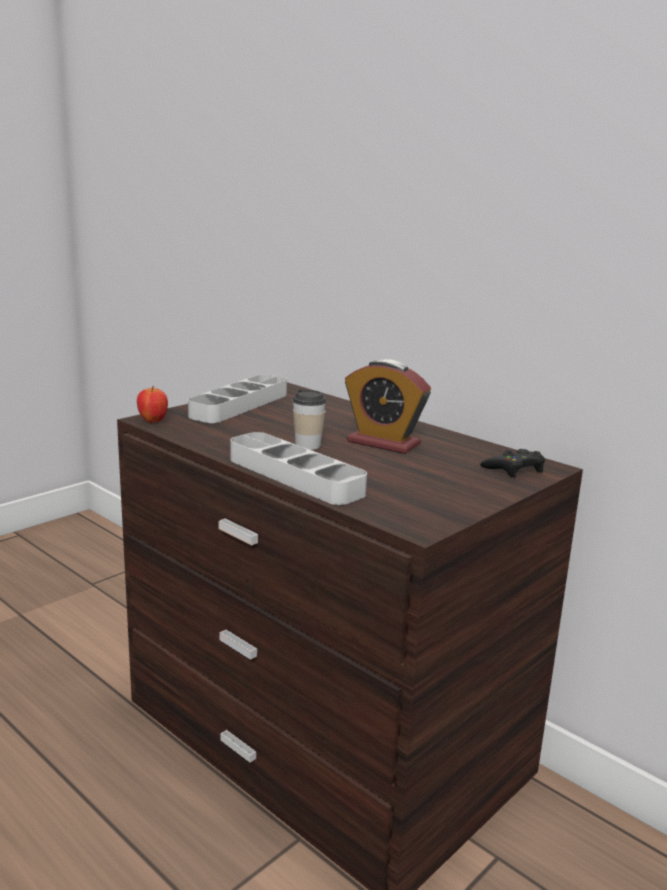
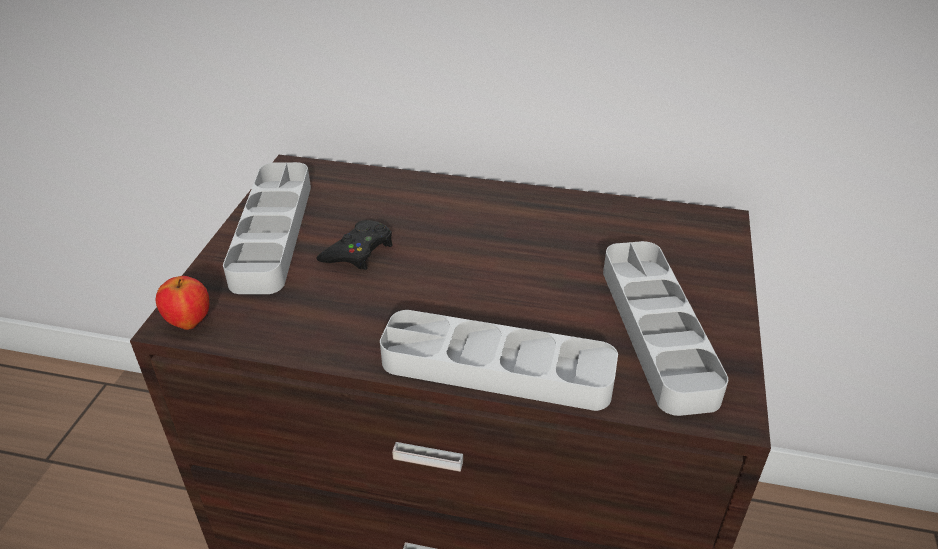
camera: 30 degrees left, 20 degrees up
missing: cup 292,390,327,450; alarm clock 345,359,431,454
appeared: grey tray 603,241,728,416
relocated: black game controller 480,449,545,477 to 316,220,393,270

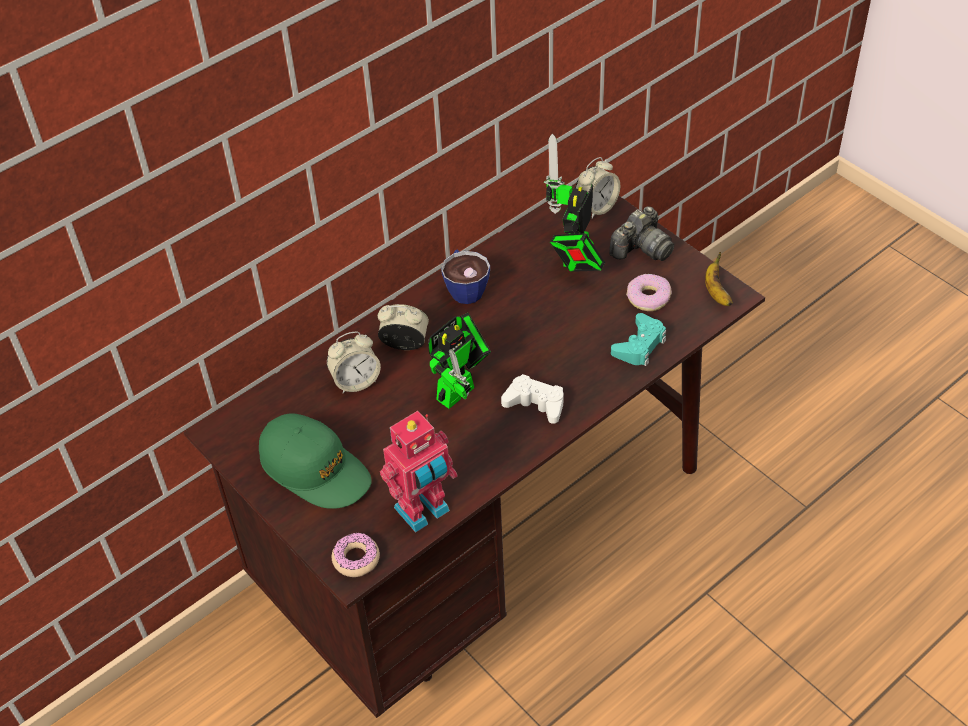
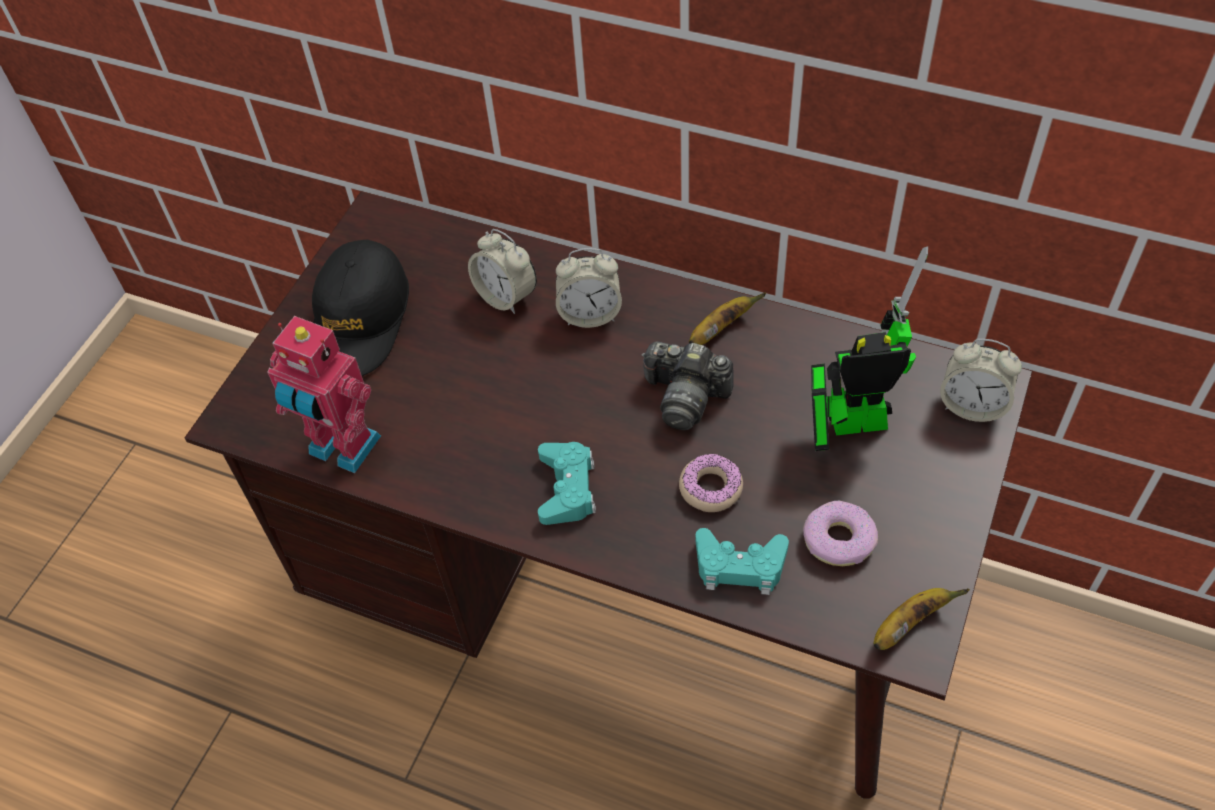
camera: 65 degrees right, 5 degrees up
missing: toy robot 428,313,491,409
relocated: donut 332,532,380,577 to 679,453,743,512; photo camera 609,206,674,261 to 641,341,734,430
exchanged: cup 441,250,490,304 to banana 689,292,766,345
colour: green cap 259,413,372,509 to black cap 312,240,409,376; white game controller 501,374,563,424 to turquoise game controller 538,442,596,525
spun: alarm clock 378,304,429,350 = 556,248,622,328 105 degrees clockwise

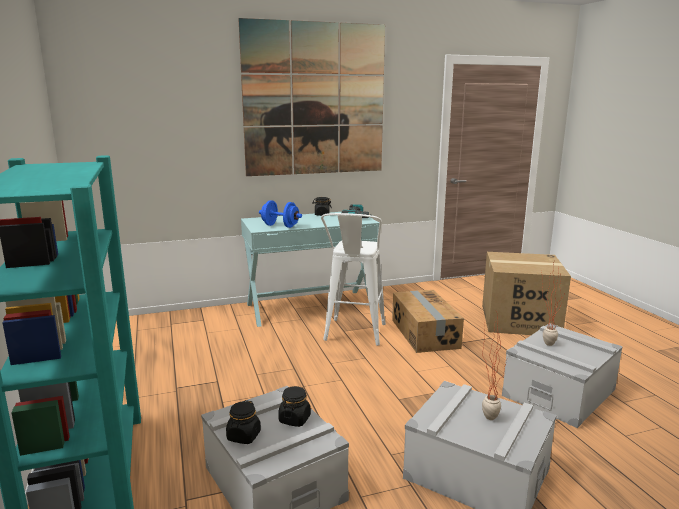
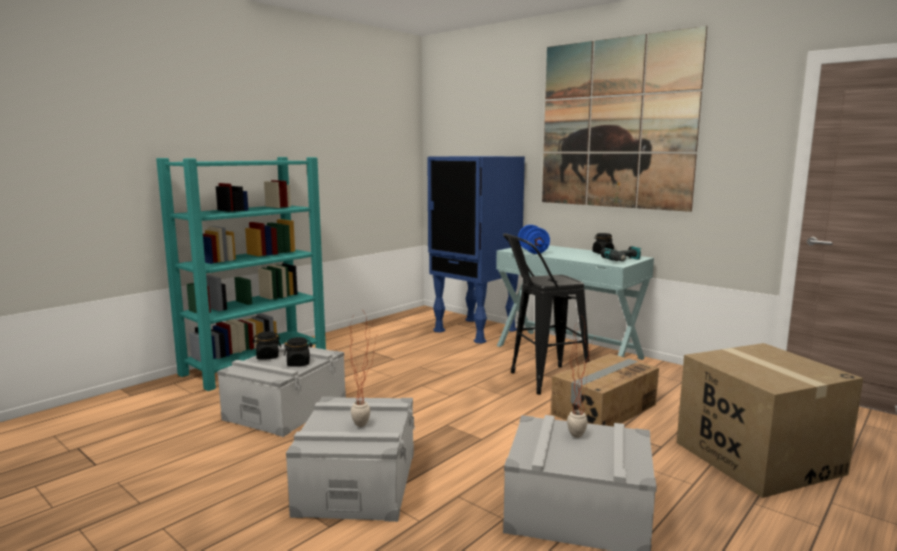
camera: 60 degrees right, 5 degrees down
appeared: blue cabinet 427,156,525,343
colour: white stool 321,213,386,346 to black stool 503,233,589,395

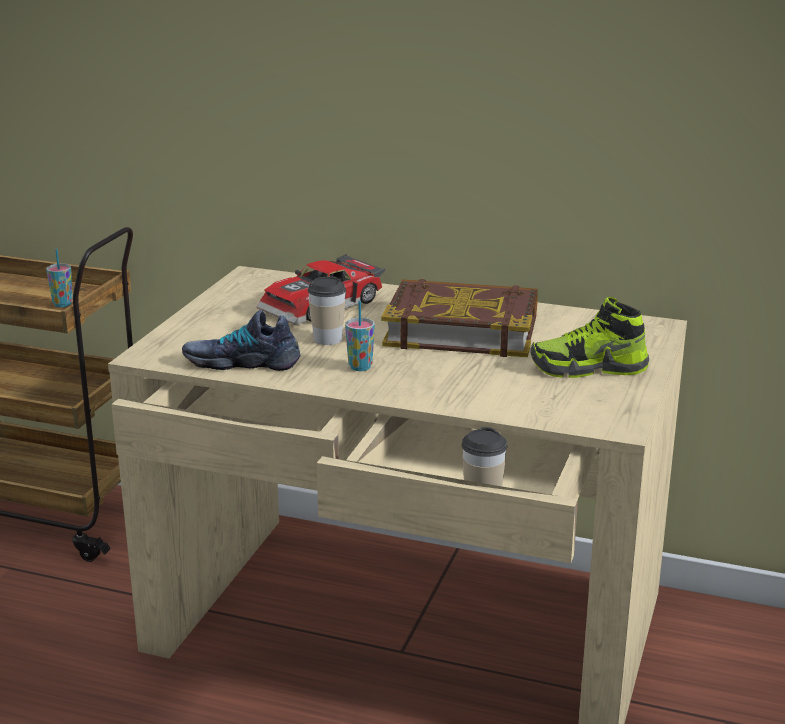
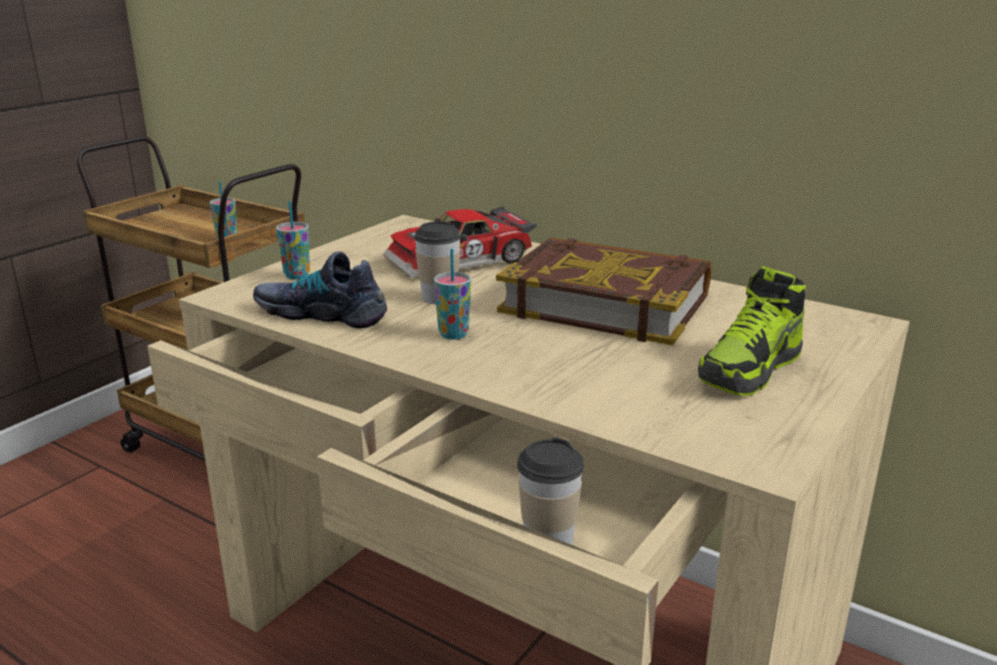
camera: 15 degrees right, 0 degrees up
appeared: cup 276,201,310,280
spun: shoe 530,297,649,378 = 698,266,806,396 60 degrees counterclockwise

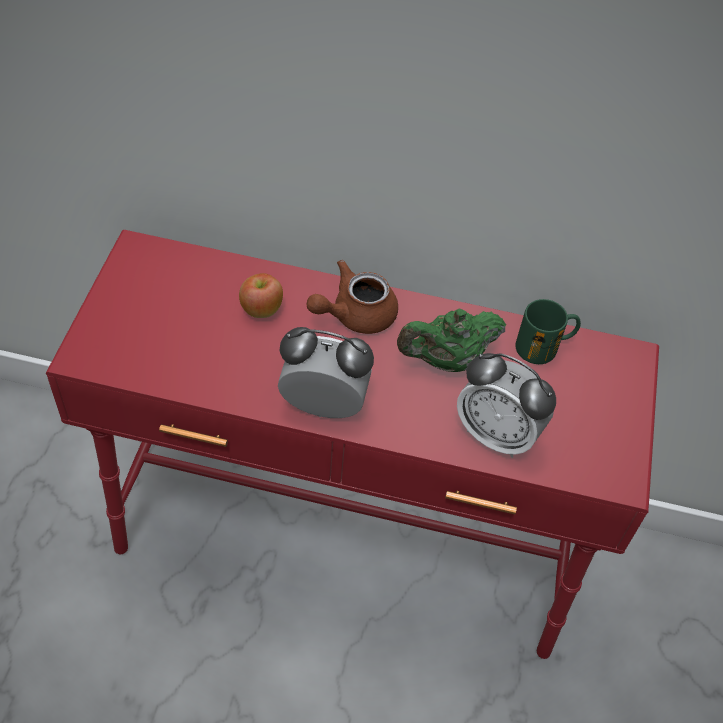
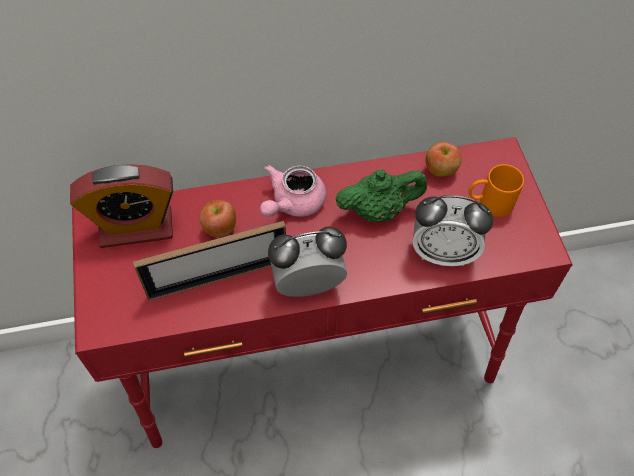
camera: 20 degrees left, 5 degrees up
appeared: alarm clock 70,164,173,248; picture frame 133,221,286,301; orange mug 468,164,524,217
exchanged: green mug 516,299,581,364 to apple 425,142,461,177
colour: brown teapot 306,260,398,334 to pink teapot 260,165,326,217
spun: green teapot 397,308,506,372 = 335,169,427,222 150 degrees counterclockwise

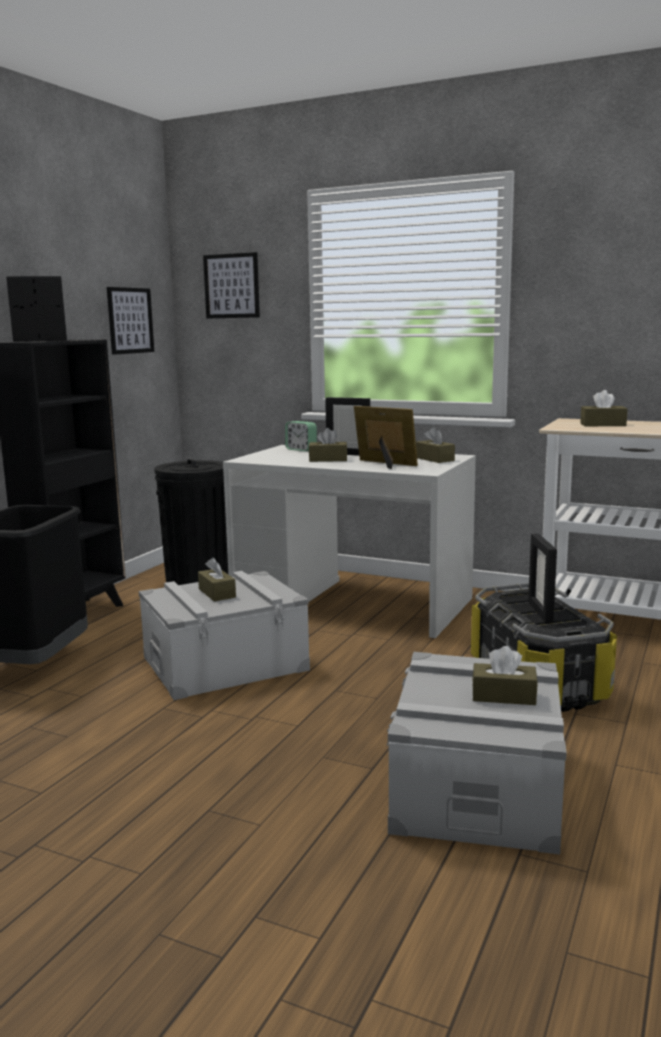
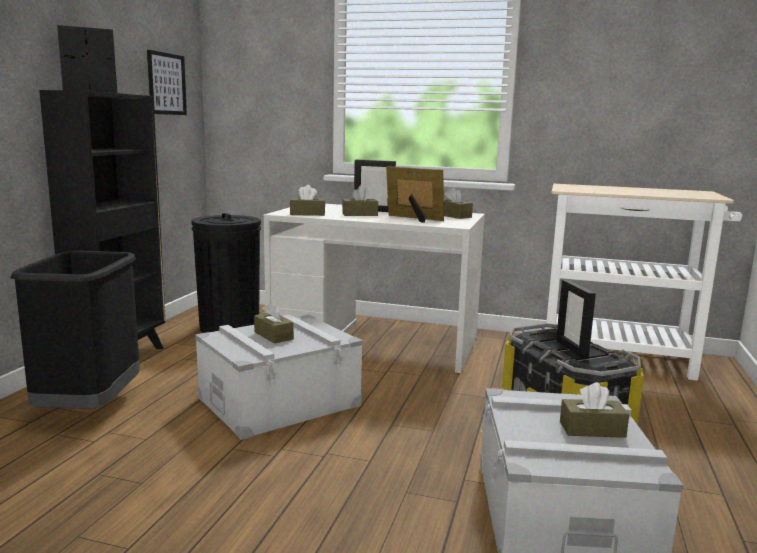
camera: 10 degrees left, 0 degrees up
missing: picture 203,252,260,319; alarm clock 285,421,317,451
relocated: brown tissue box 580,390,628,426 to 290,185,325,216

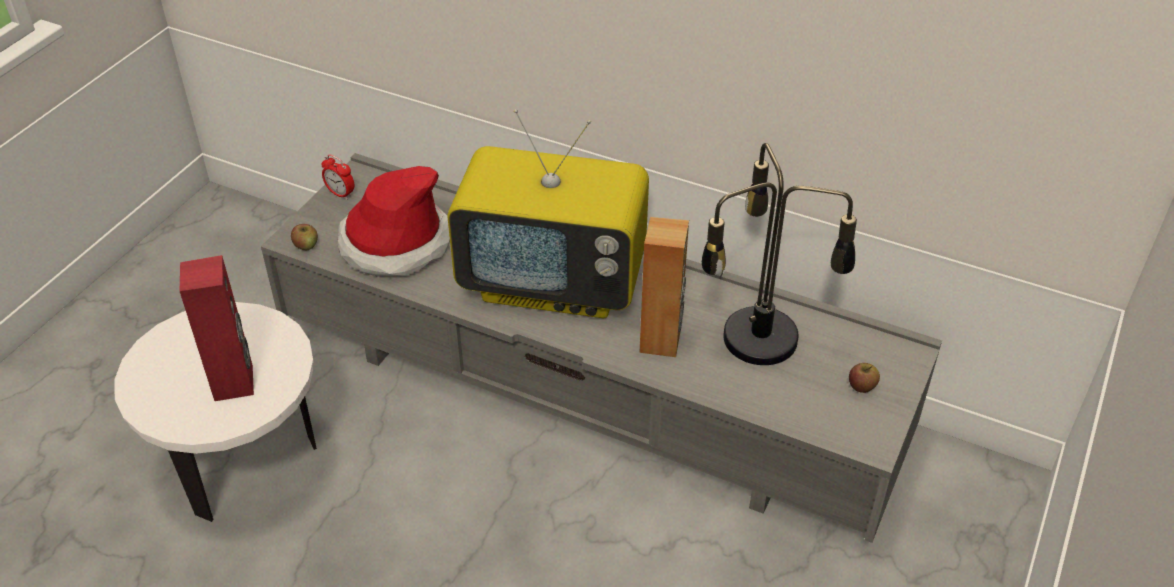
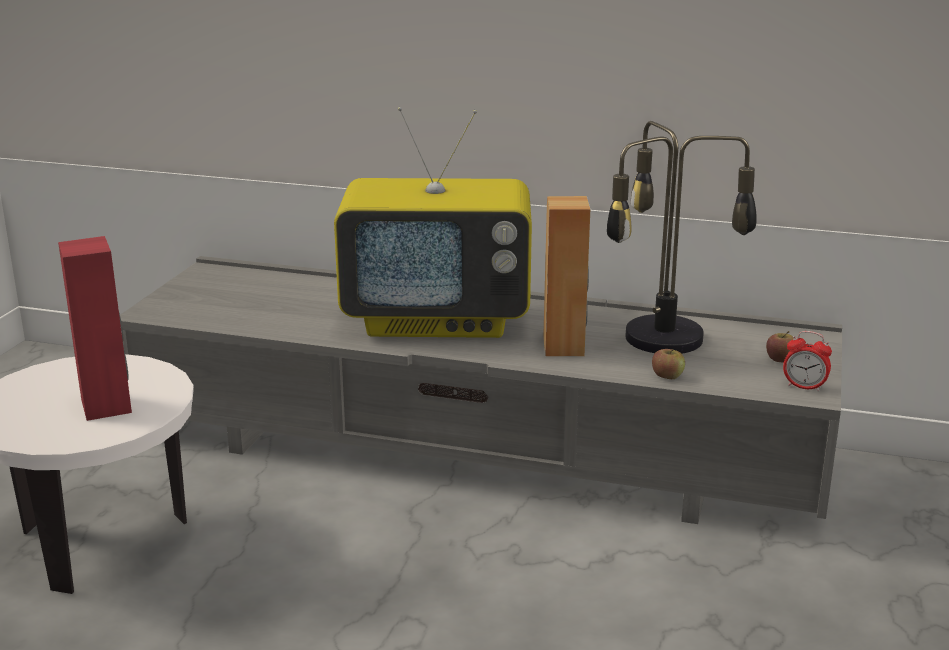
camera: 10 degrees left, 20 degrees down
missing: hat 337,166,450,277
relocated: apple 291,224,318,250 to 652,349,685,379; alarm clock 321,155,355,200 to 783,331,832,392

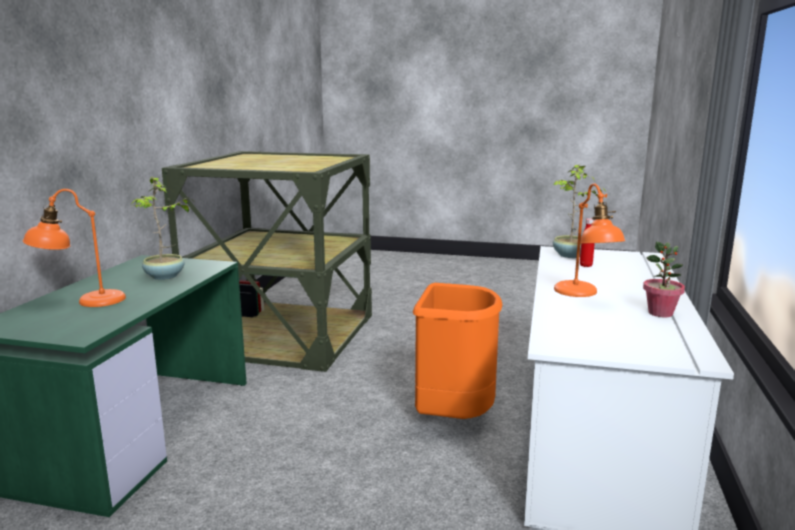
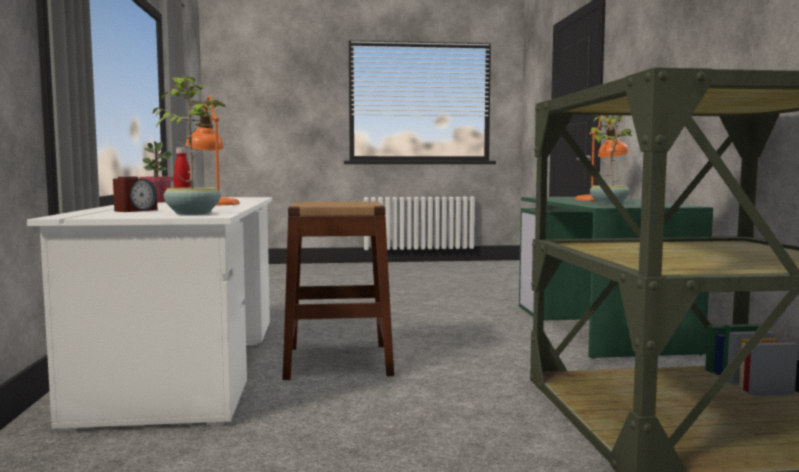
camera: 160 degrees right, 10 degrees down
appeared: alarm clock 113,177,157,212
exchanged: orange trash can 413,283,503,419 to brown stool 282,201,394,380

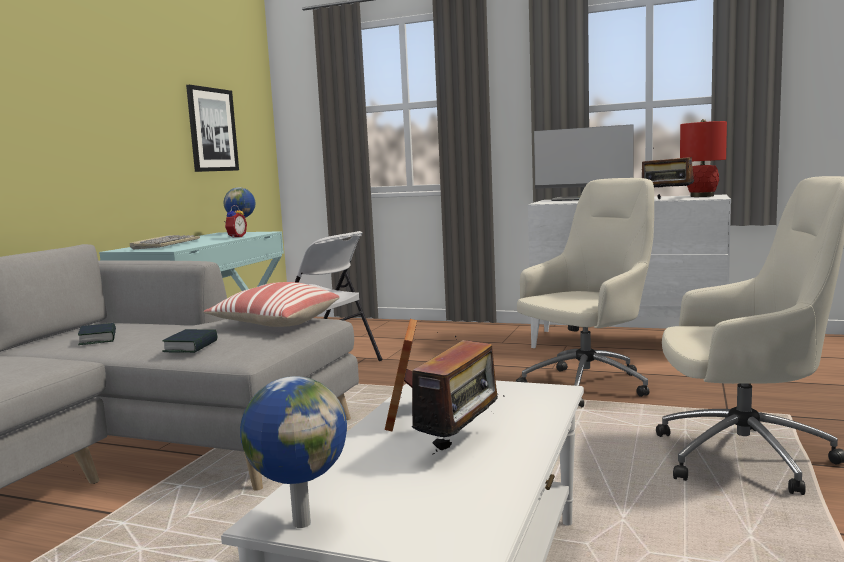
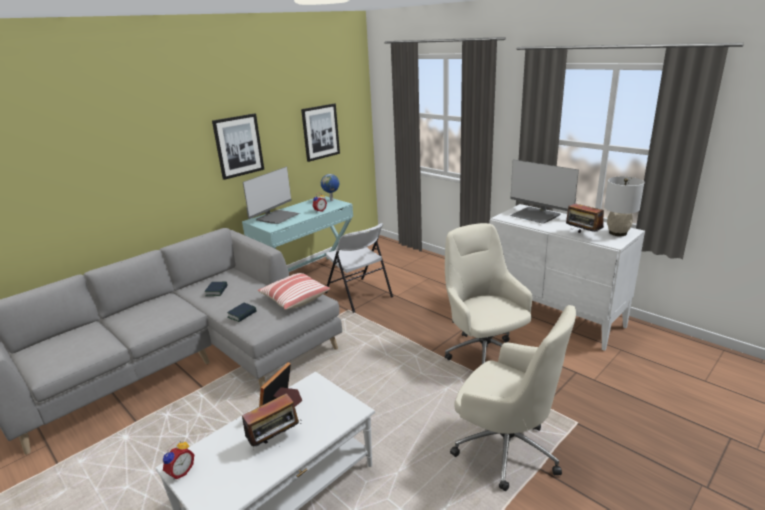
camera: 25 degrees right, 15 degrees up
appeared: picture 212,113,264,180
exchanged: keyboard 130,235,200,249 to monitor 243,167,300,224; globe 240,376,347,528 to alarm clock 163,440,194,480
colour: red table lamp 680,119,727,197 to white table lamp 604,176,644,236
spun: beige office chair 516,178,654,408 = 445,223,532,364 105 degrees counterclockwise

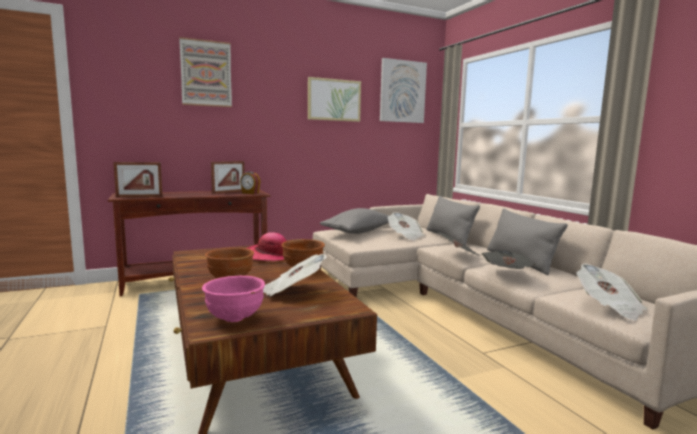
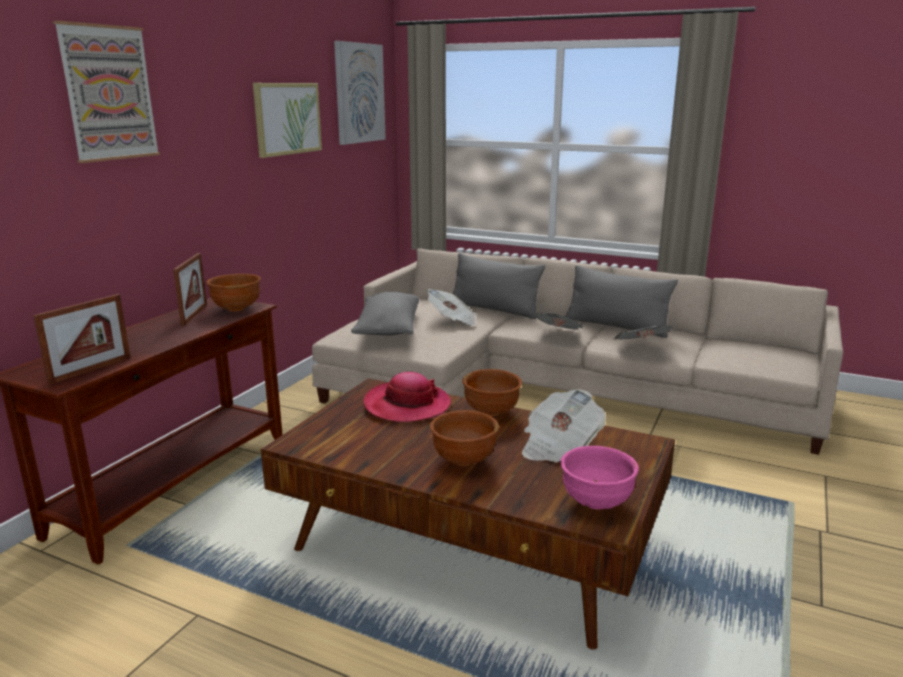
camera: 40 degrees left, 10 degrees up
missing: newspaper 576,263,647,321
exchanged: alarm clock 240,172,261,194 to brown bowl 206,274,261,312

